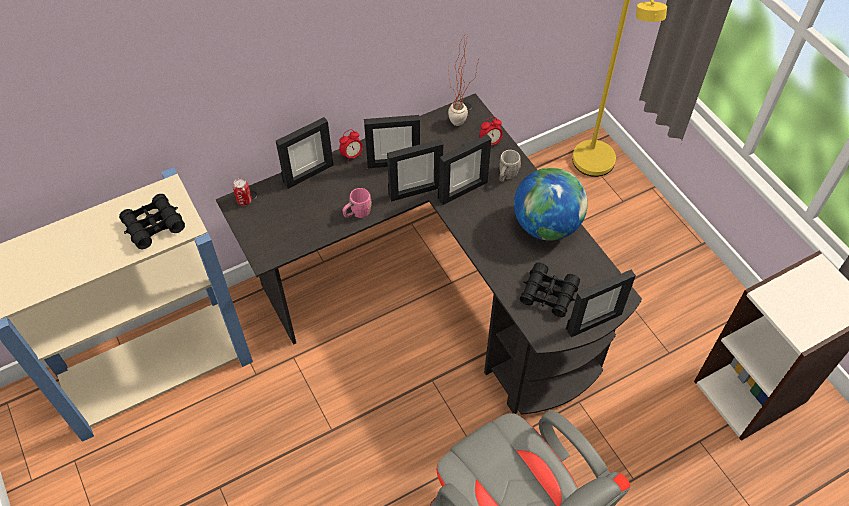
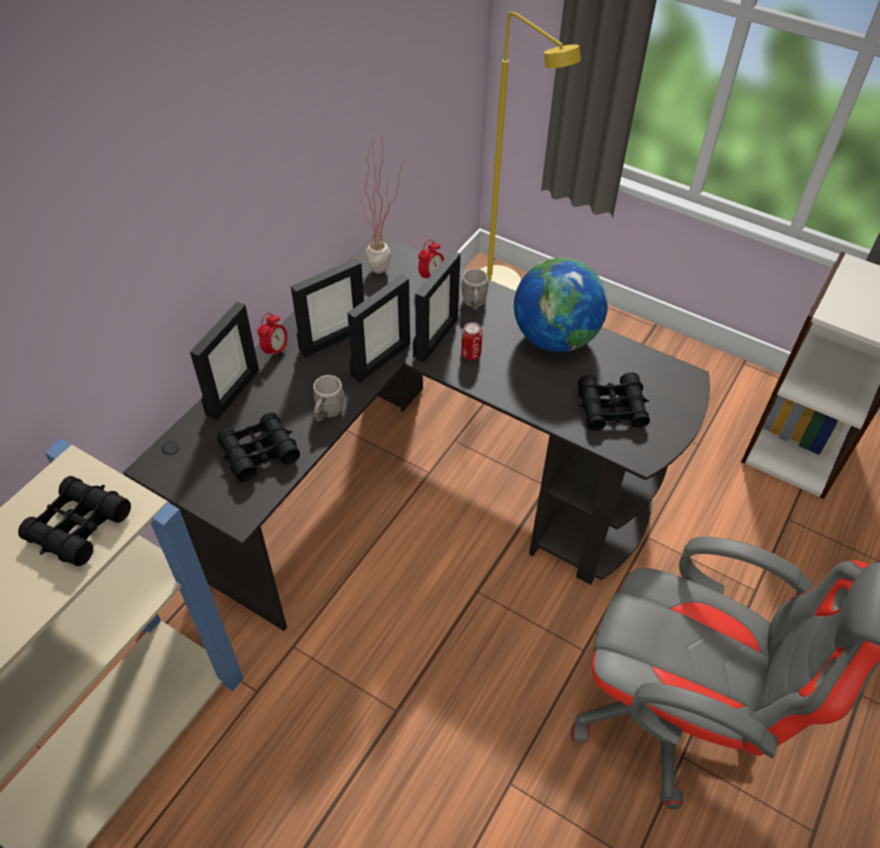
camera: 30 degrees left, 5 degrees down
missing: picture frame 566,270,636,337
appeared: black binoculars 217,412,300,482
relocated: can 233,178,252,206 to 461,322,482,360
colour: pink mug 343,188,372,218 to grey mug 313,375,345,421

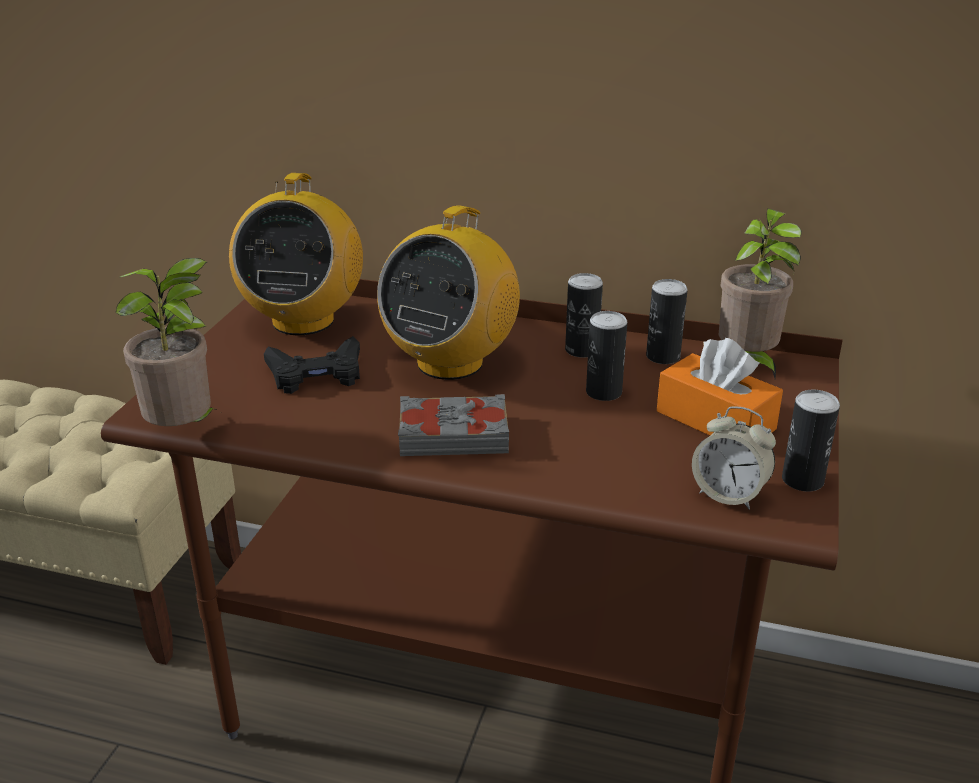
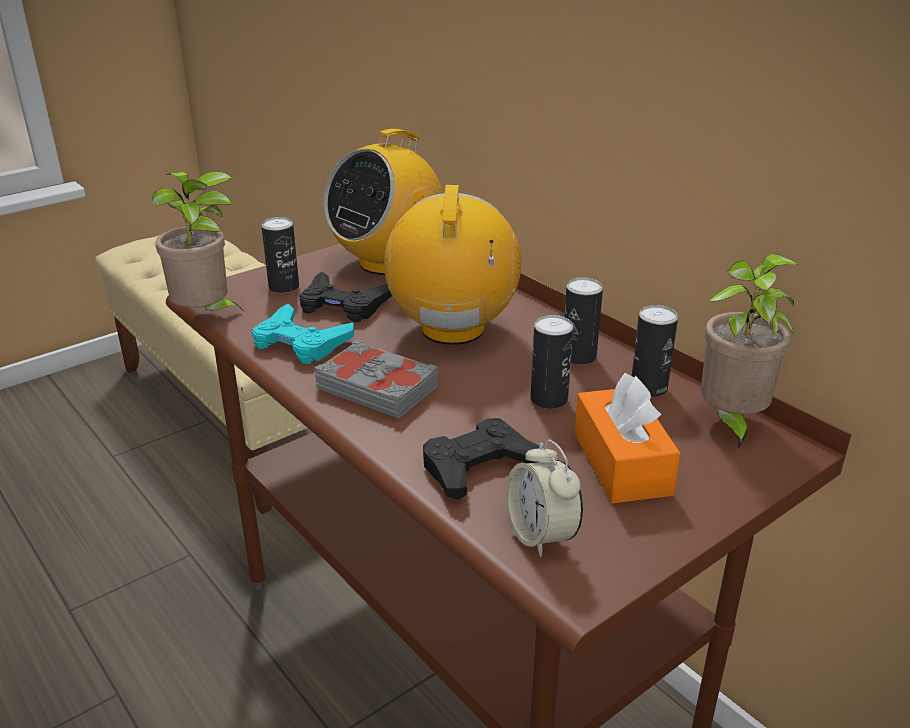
camera: 35 degrees right, 0 degrees up
appeared: turquoise game controller 252,304,354,364; black game controller 423,418,540,500
relocated: can 782,390,840,491 to 262,217,299,293
spun: radio 377,205,520,380 = 384,185,521,345 120 degrees clockwise

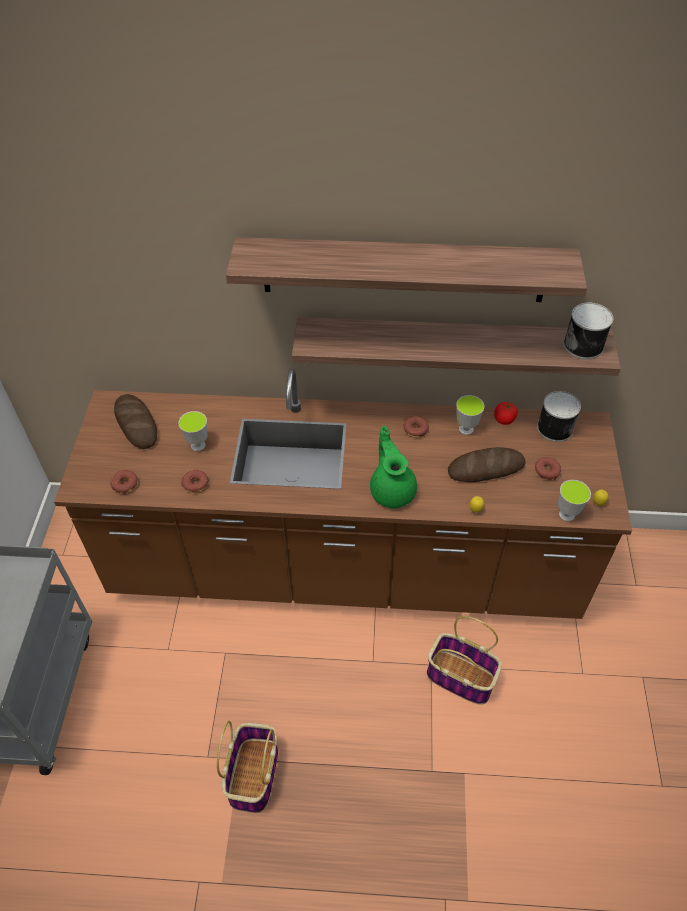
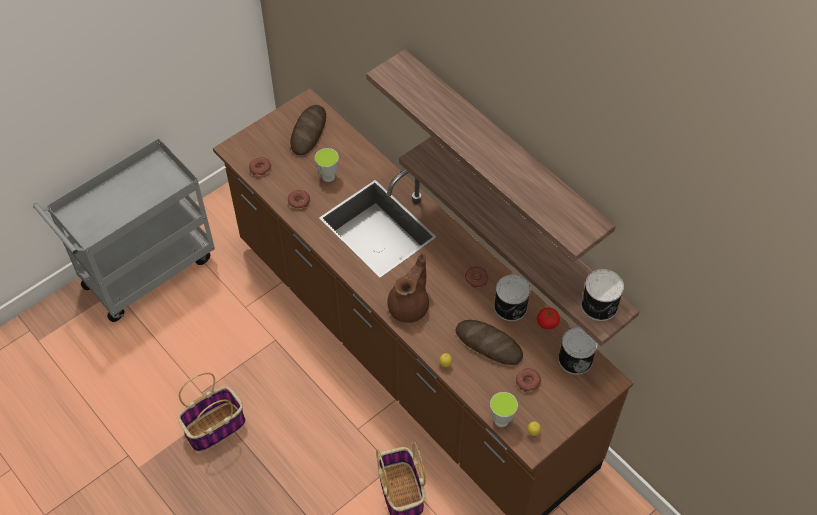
camera: 45 degrees right, 5 degrees up
exchanged: cup 456,395,484,435 to can 494,275,530,321
colour: green teapot 370,426,417,508 to brown teapot 387,254,429,323

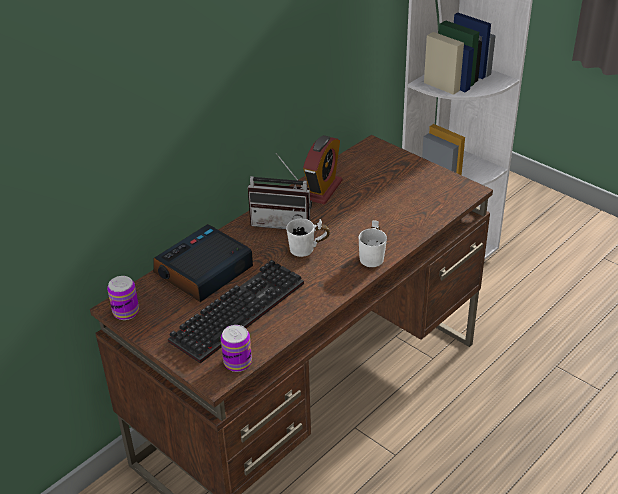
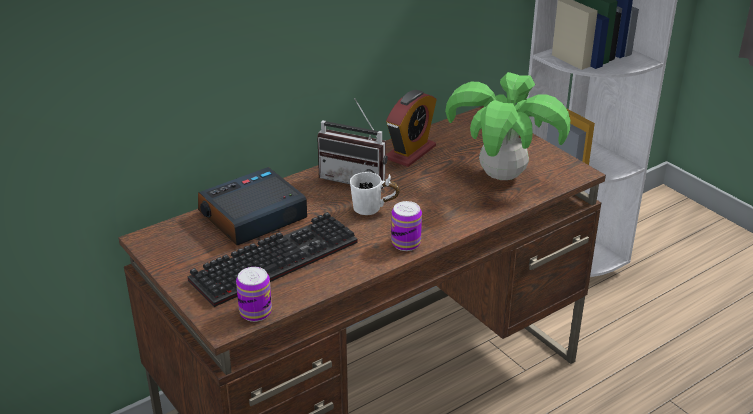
camera: 10 degrees right, 5 degrees down
missing: white mug 359,220,387,267
appeared: potted plant 445,72,570,180
relocated: can 107,276,139,320 to 391,201,422,251

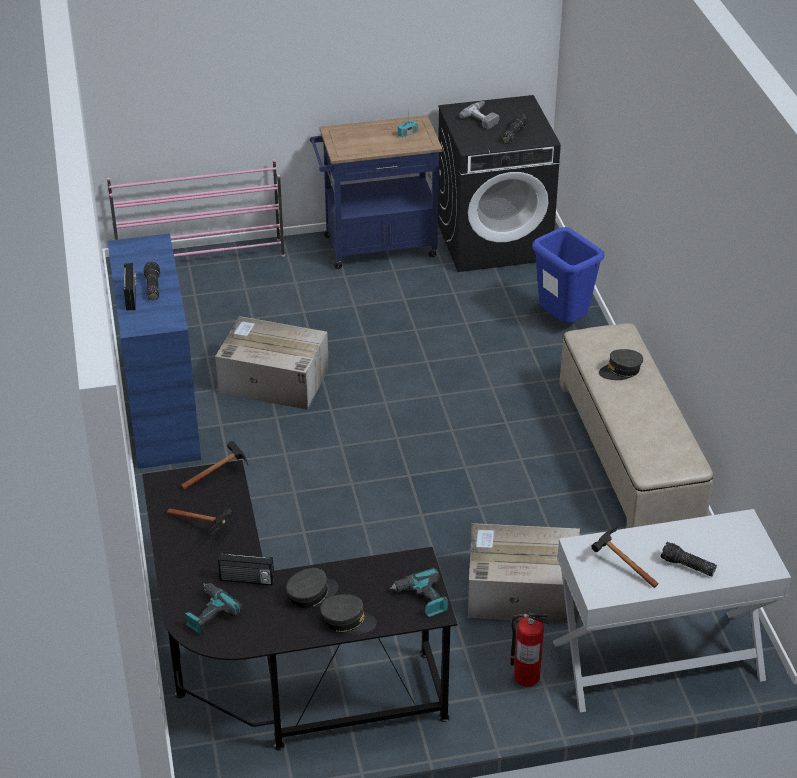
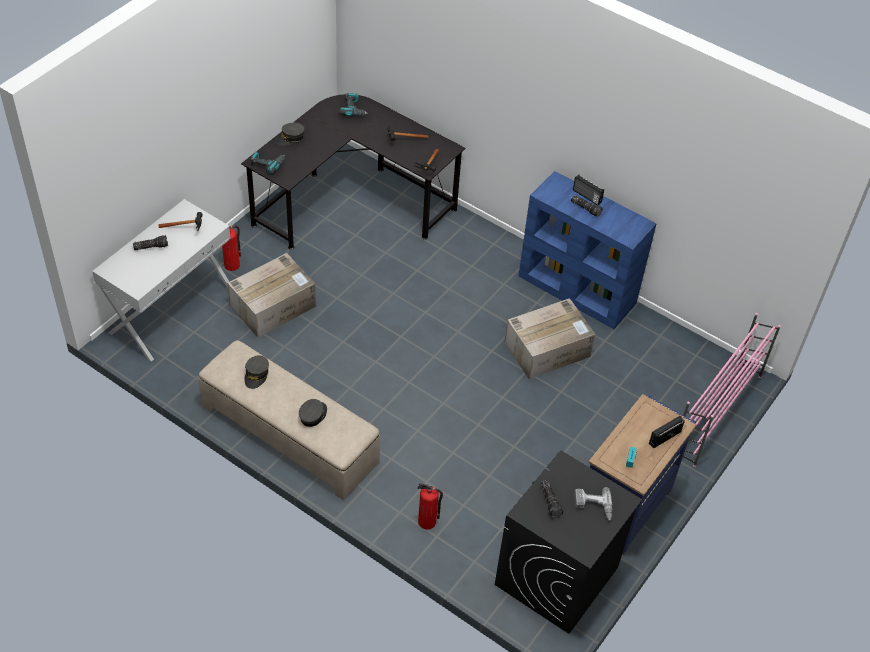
camera: 135 degrees right, 10 degrees up
relocated: radio 218,552,274,585 to 649,416,685,449; grey cap 286,568,338,608 to 245,355,269,389
exchanged: blue trash can 532,227,604,323 to fire extinguisher 417,483,443,529

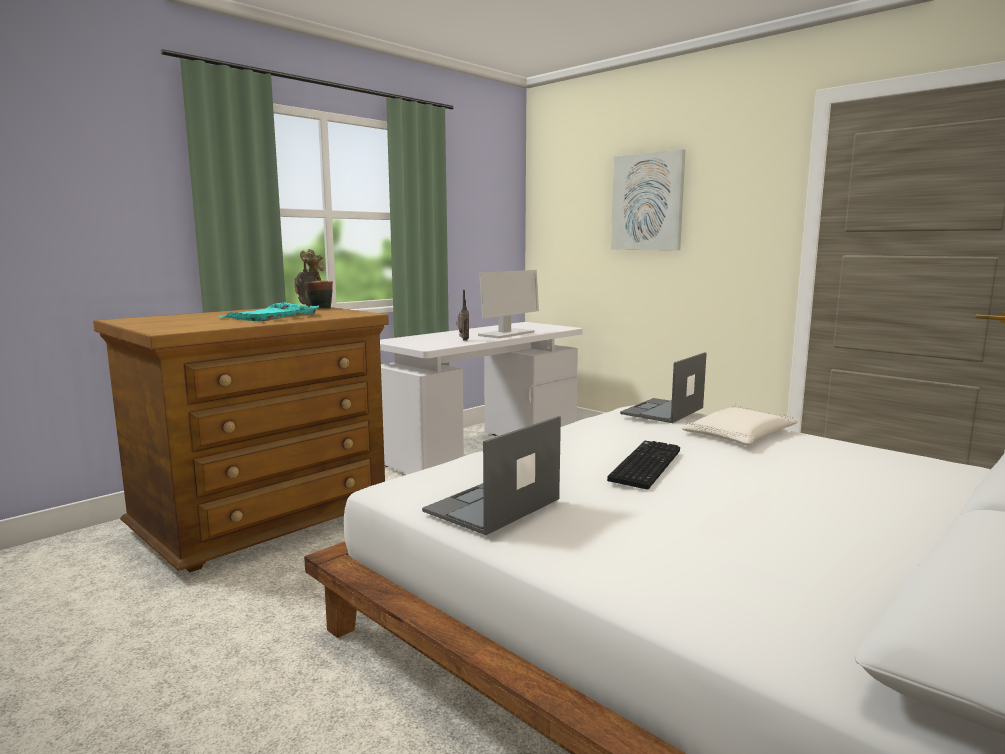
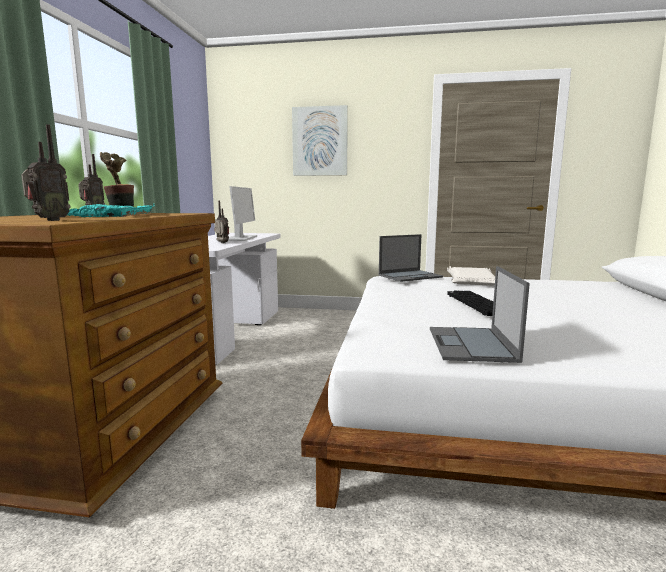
camera: 35 degrees left, 0 degrees up
appeared: radio 21,124,71,221
spun: laptop 620,352,707,423 = 379,234,443,282 120 degrees counterclockwise

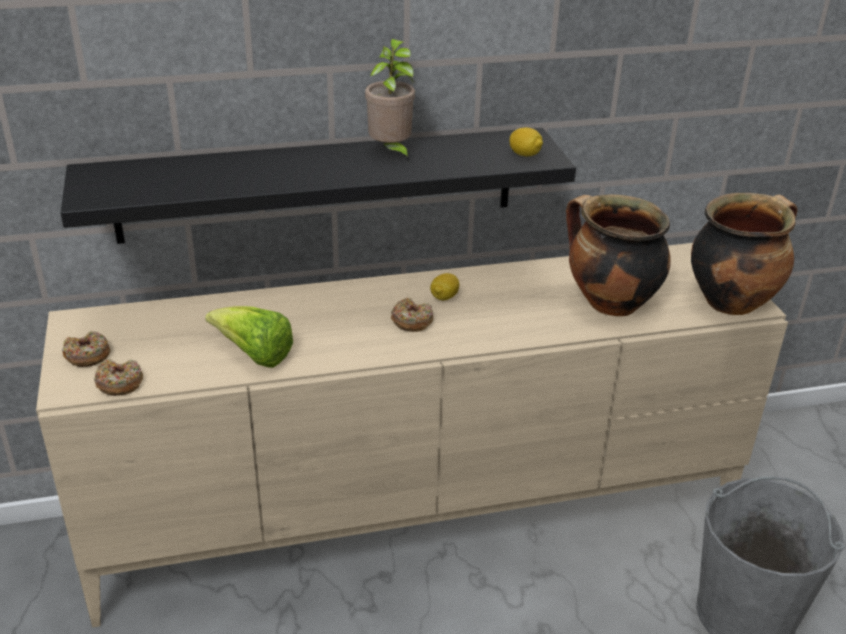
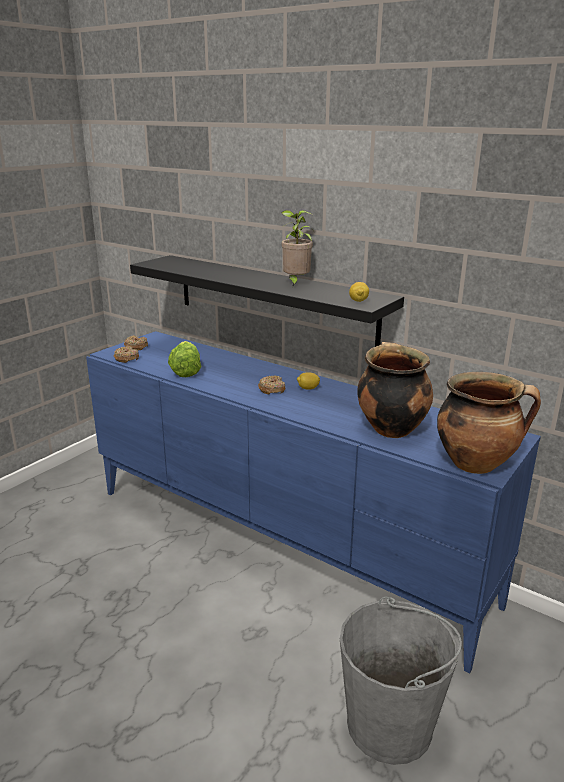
camera: 50 degrees right, 10 degrees down
colour: beige cabinet 36,243,788,628 to blue cabinet 86,331,541,674

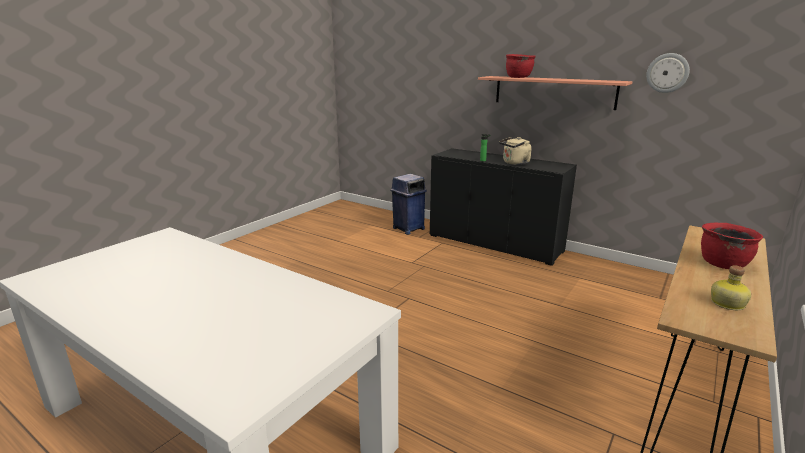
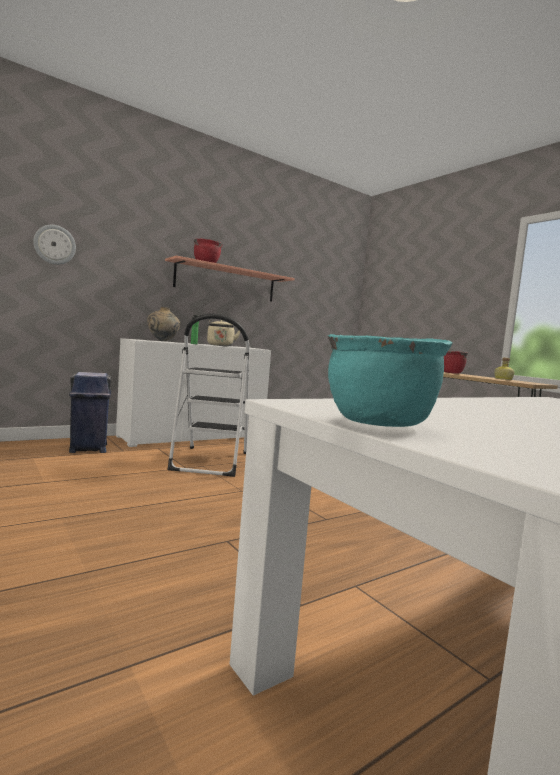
camera: 70 degrees left, 15 degrees down
appeared: beige vase 147,307,180,341; step ladder 168,314,249,477; turquoise cooking pot 328,334,453,427
relocated: wall clock 646,53,690,93 to 33,225,76,265
colour: black cabinet 430,148,577,266 to white cabinet 116,338,271,447

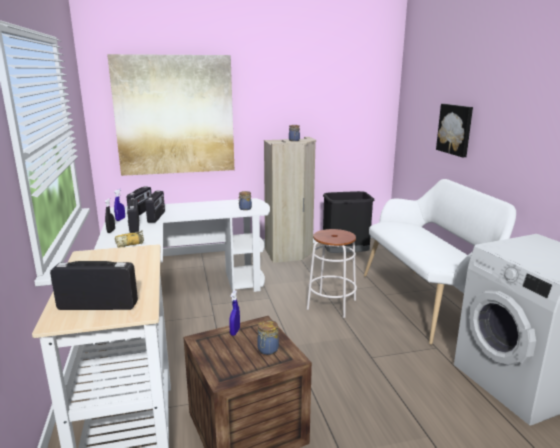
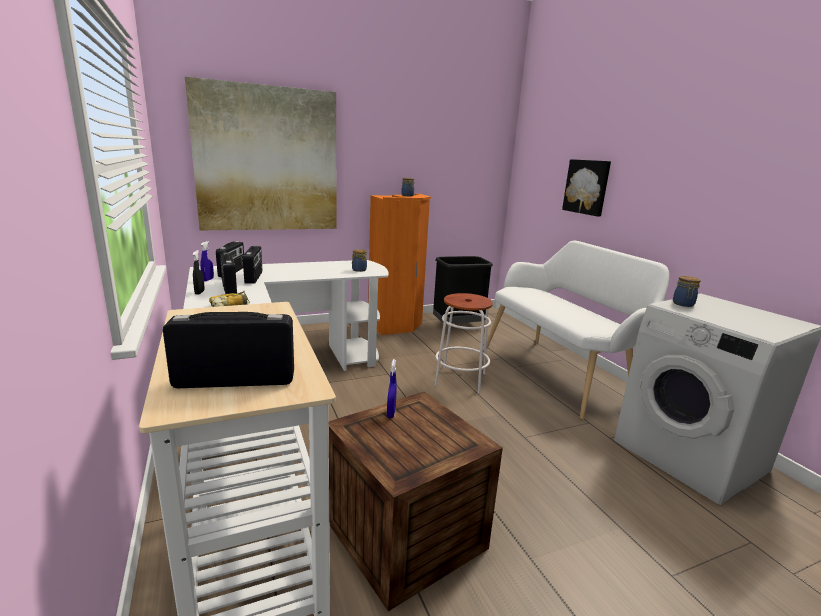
camera: 10 degrees left, 0 degrees up
relocated: jar 257,320,279,355 to 673,276,701,307
colour: beige cabinet 264,137,316,263 to orange cabinet 368,194,431,335

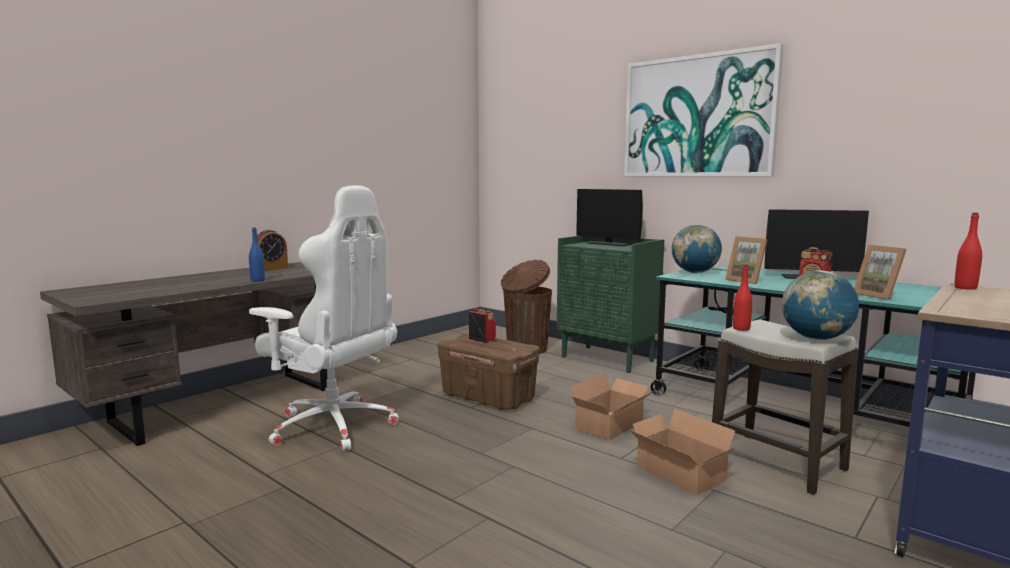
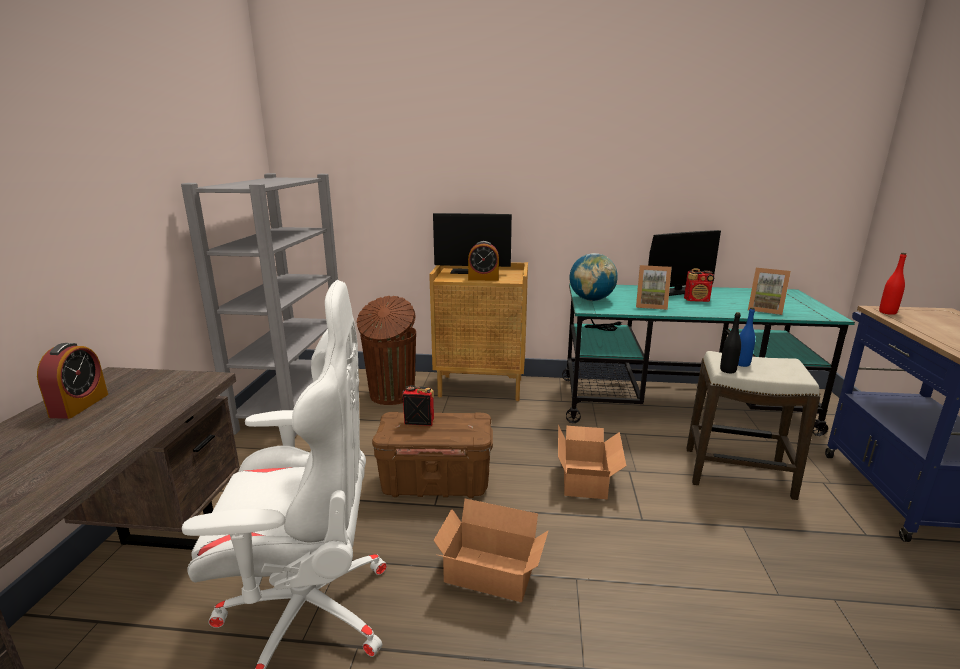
camera: 35 degrees left, 10 degrees up
missing: picture 624,43,784,176; globe 782,270,859,340
appeared: grey bookcase 181,173,338,436; alarm clock 468,241,499,281
relocated: blue bottle 249,228,265,282 to 738,307,755,367; cardboard box 628,409,739,495 to 433,499,548,602
colour: green cabinet 557,236,664,373 to brown cabinet 429,262,528,401; red bottle 733,265,752,331 to black bottle 720,312,741,373

